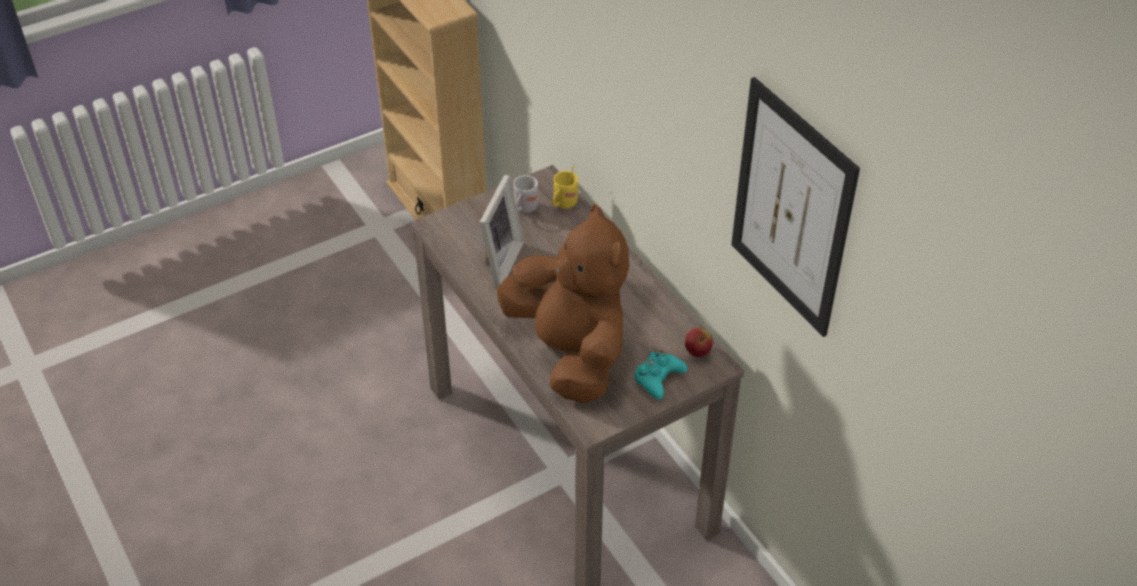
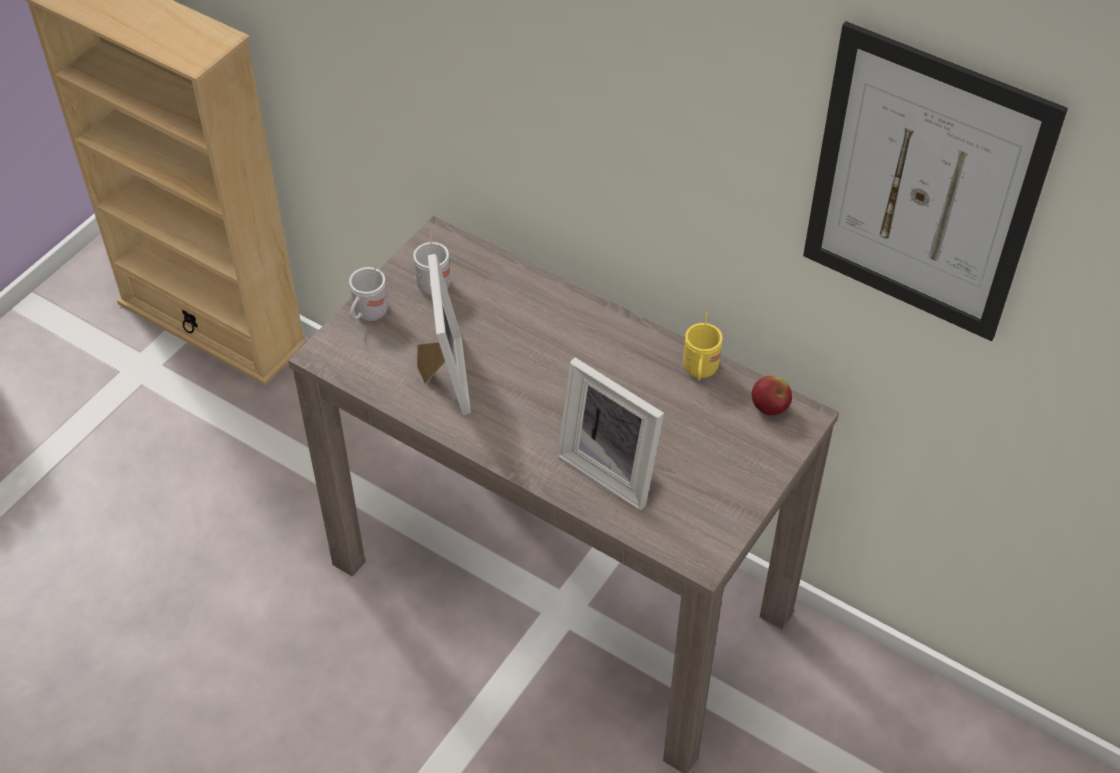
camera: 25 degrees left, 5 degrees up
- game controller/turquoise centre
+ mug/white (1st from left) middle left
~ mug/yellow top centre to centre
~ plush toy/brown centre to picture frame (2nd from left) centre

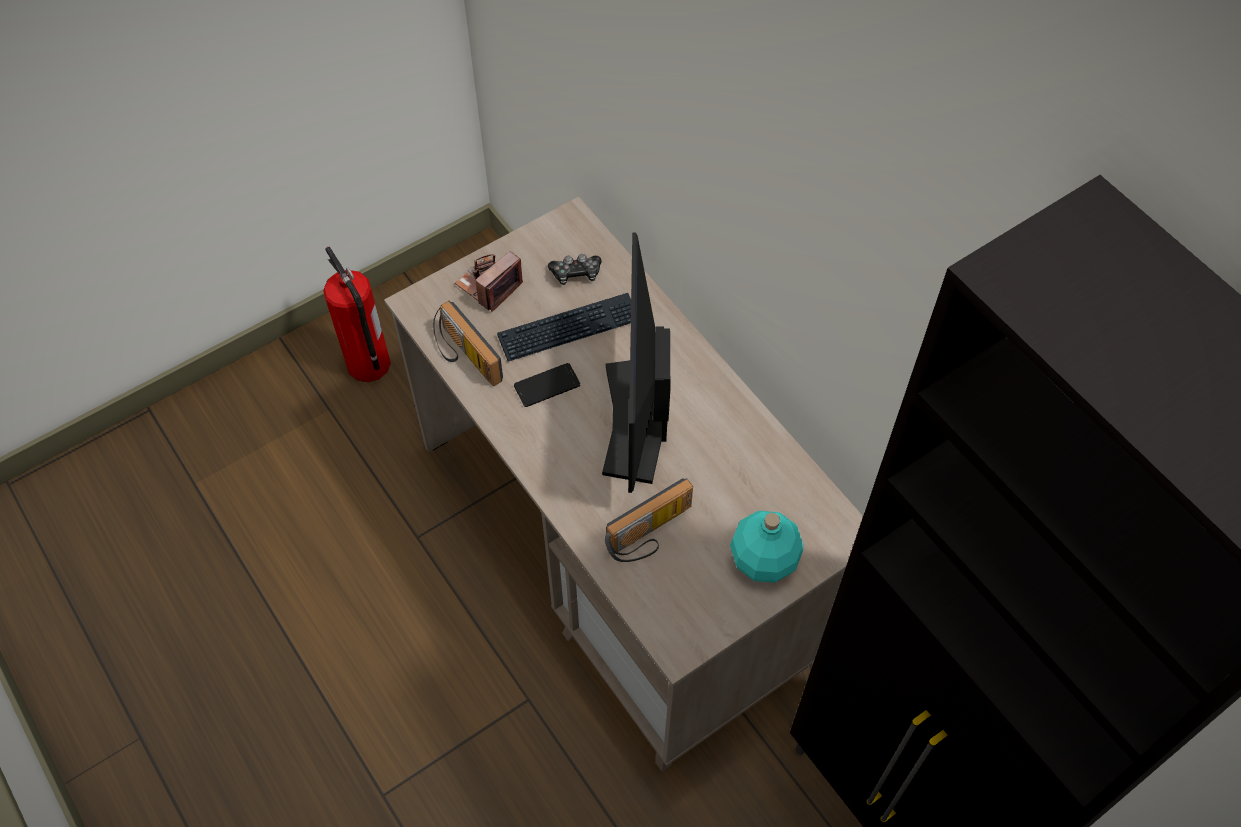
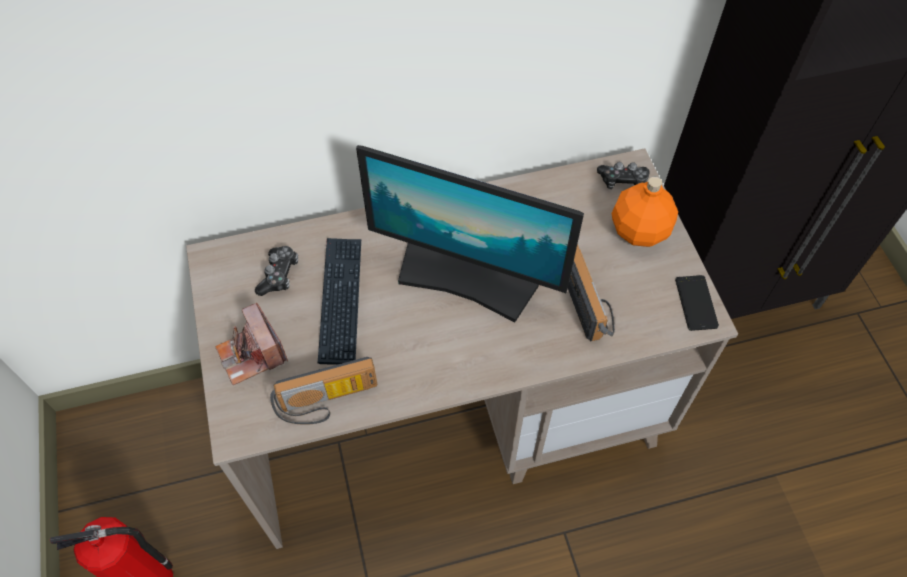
camera: 70 degrees left, 0 degrees up
+ game controller (2nd from left) top right
~ phone centre to middle right
~ bottle/turquoise centre to bottle/orange middle right

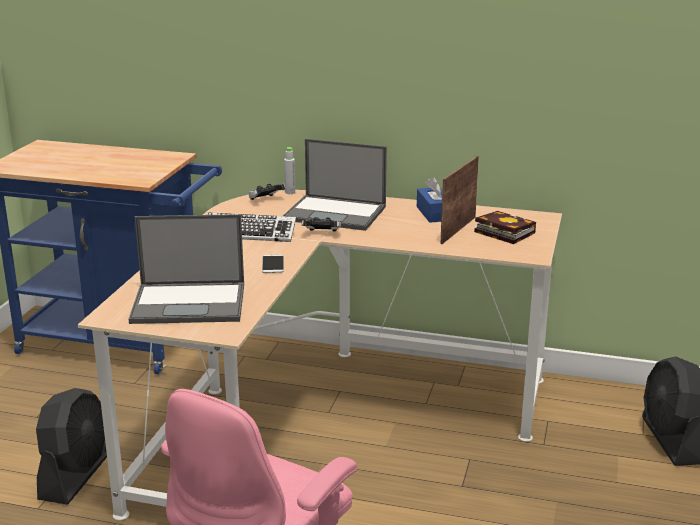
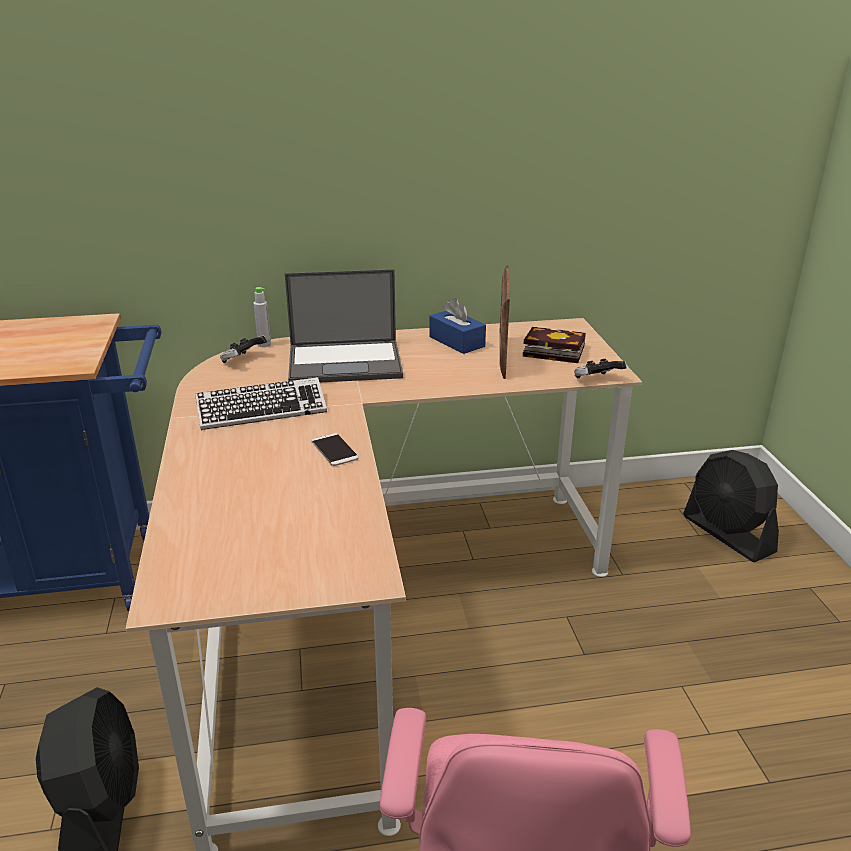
camera: 25 degrees left, 5 degrees up
- laptop (1st from left) middle left
~ game controller (2nd from left) centre to middle right

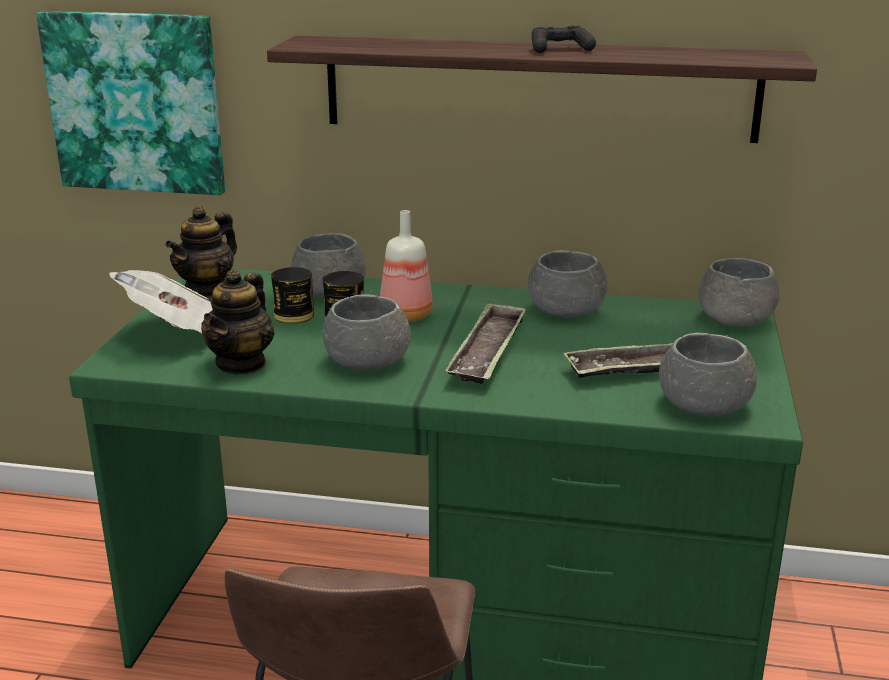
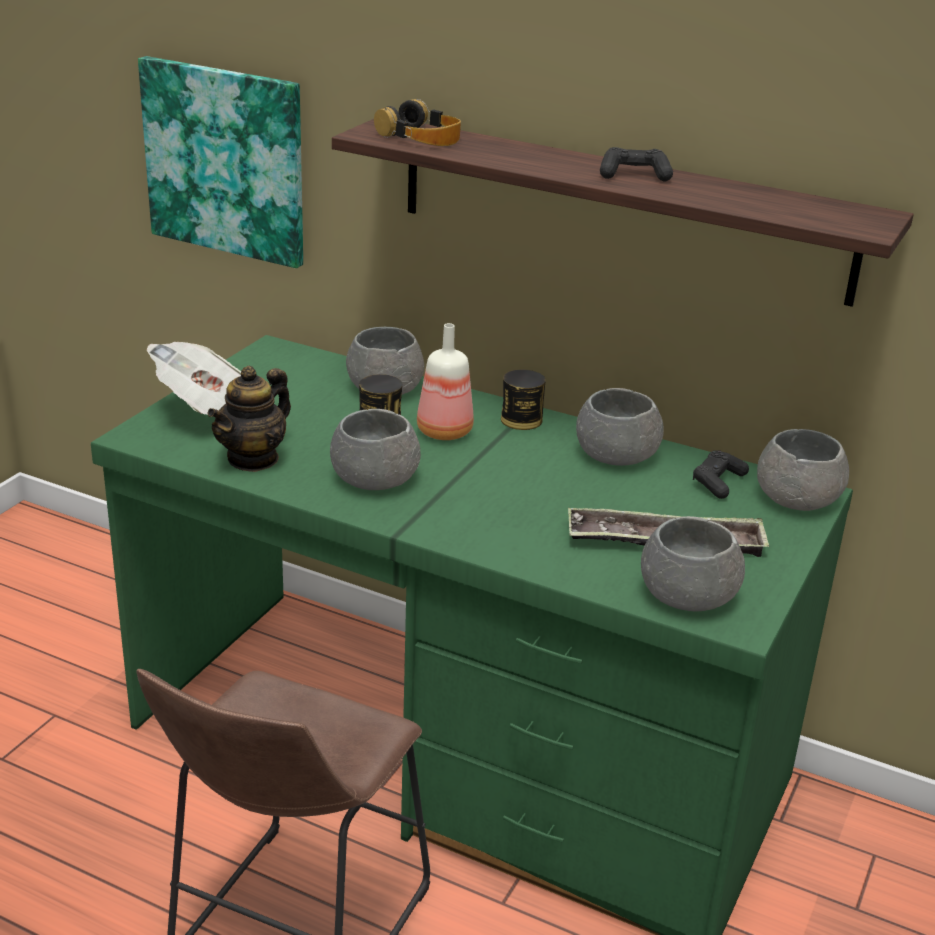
camera: 15 degrees right, 5 degrees up
- teapot (1st from left) middle left
- tray (1st from left) centre
+ headphones top centre
+ game controller/black (2nd from left) middle right
~ can (1st from left in the first image) middle left to can (2nd from left) centre

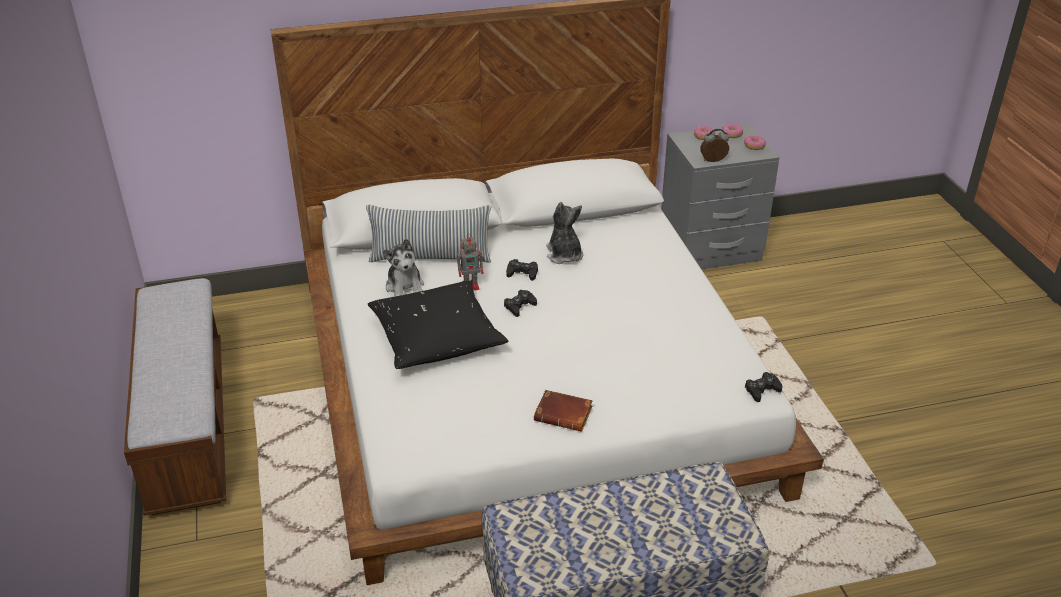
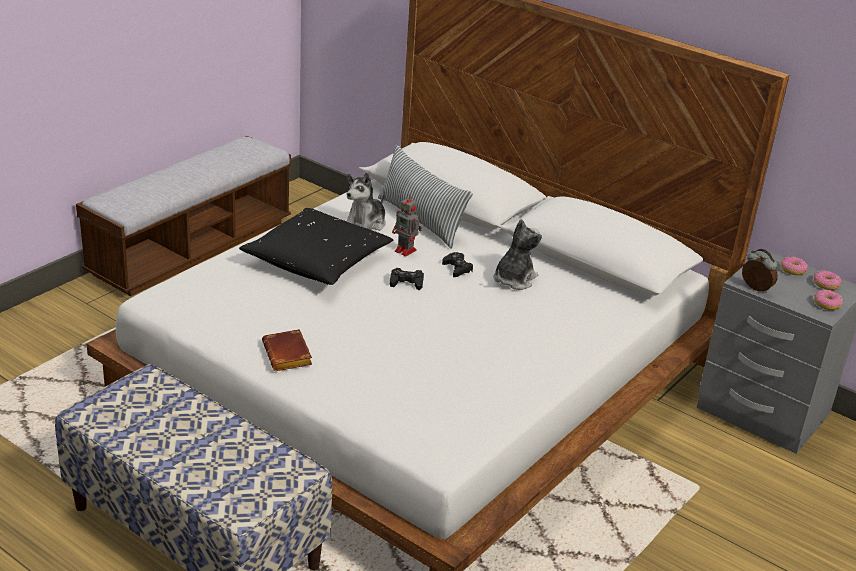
camera: 50 degrees right, 5 degrees down
- game controller/black (3rd from left) middle right

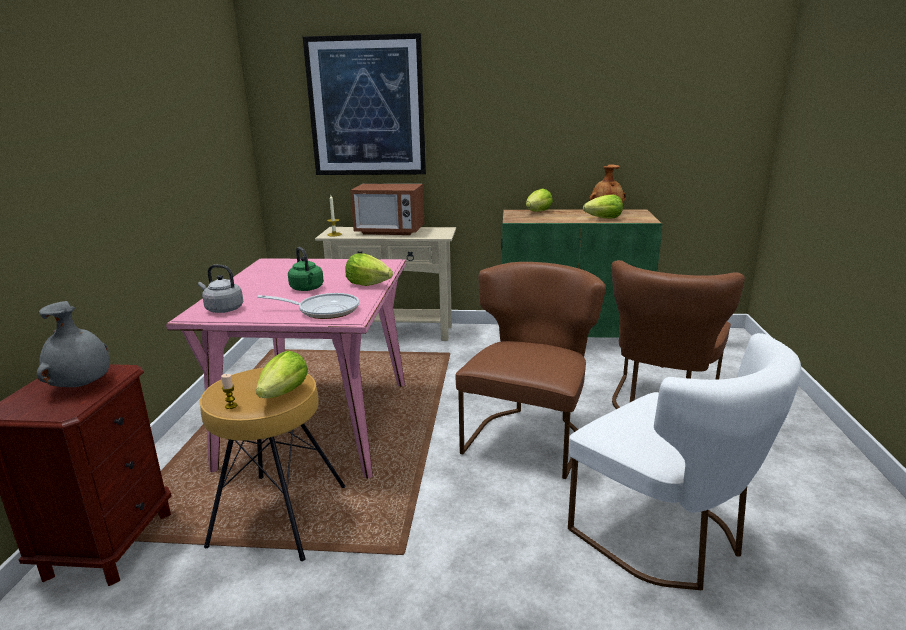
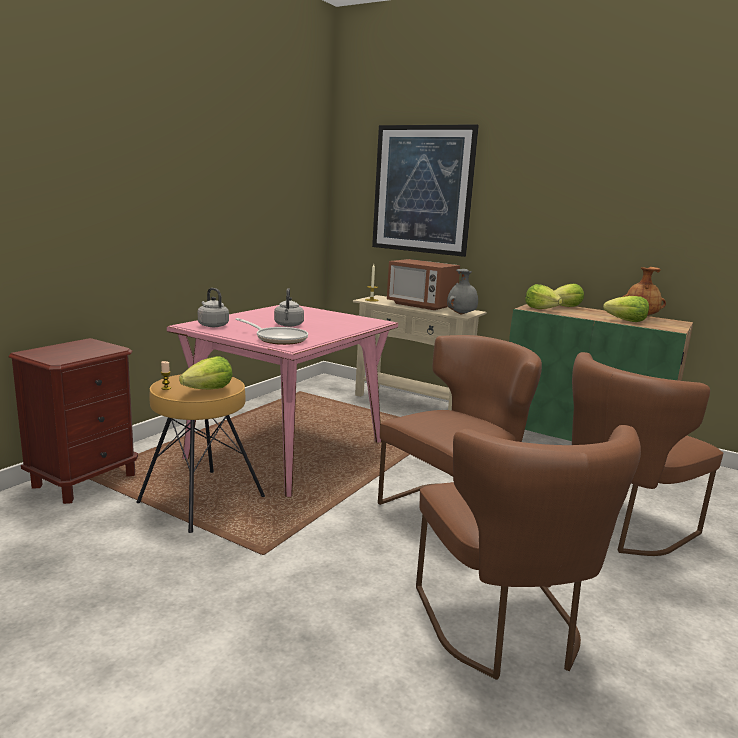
camera: 25 degrees right, 5 degrees down
~ vase/grey middle left to centre
~ lettuce (2nd from left) centre to middle right
~ kettle/green centre to kettle/grey (2nd from left) centre
~ chair/white bottom right to chair/brown (2nd from left) bottom right

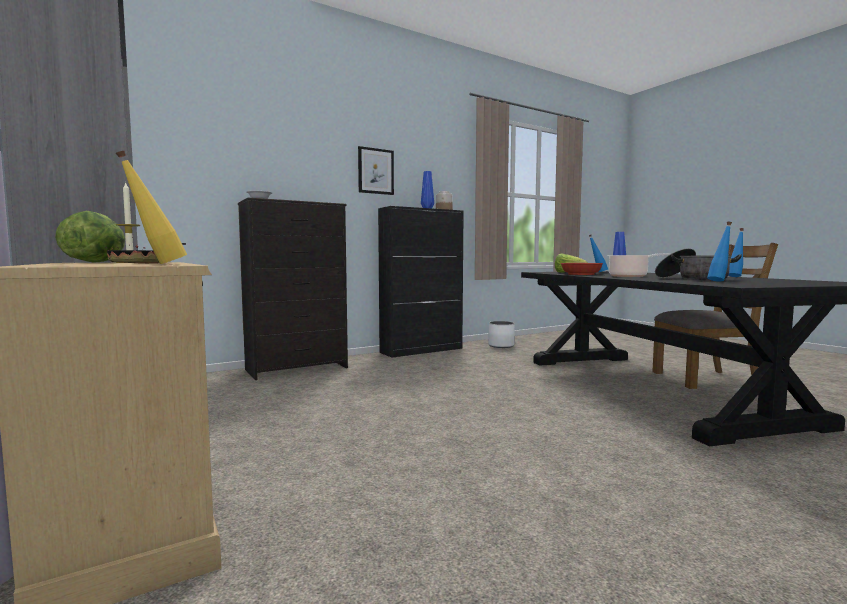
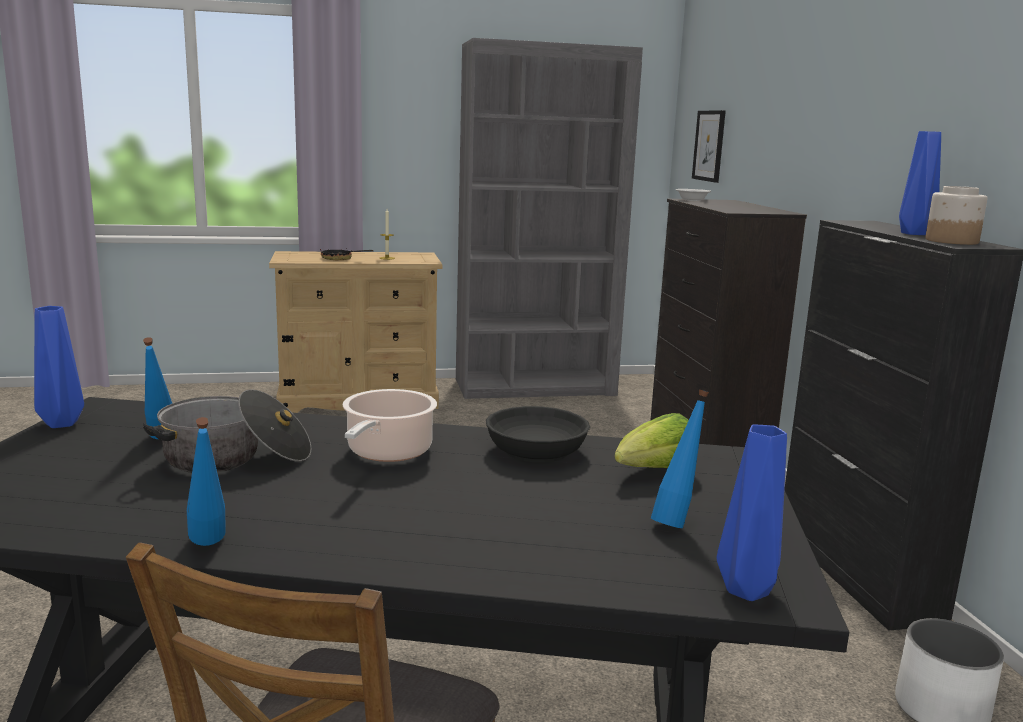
camera: 110 degrees right, 10 degrees up
- lettuce (1st from left) middle left
- bottle/yellow middle left
+ vase/blue (1st from left) middle left
~ picture top centre to top right
~ bowl/red middle right to bowl/black centre

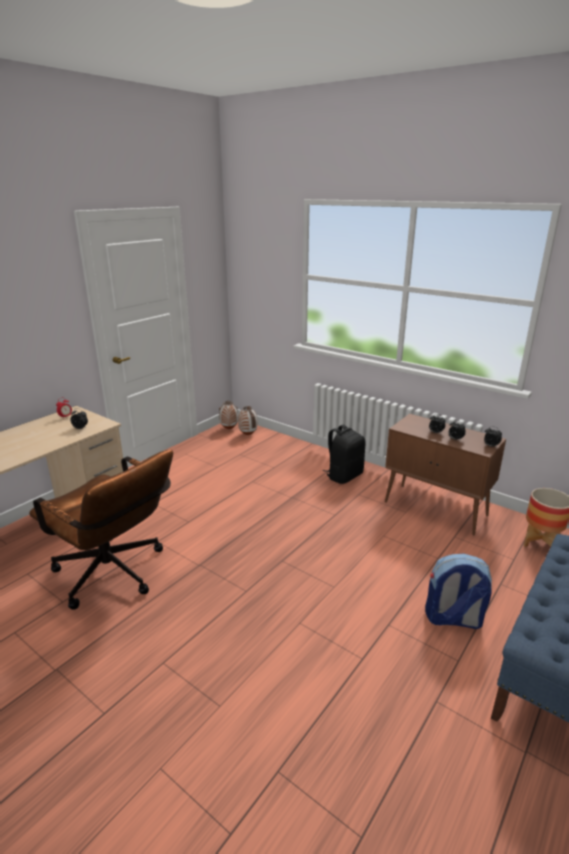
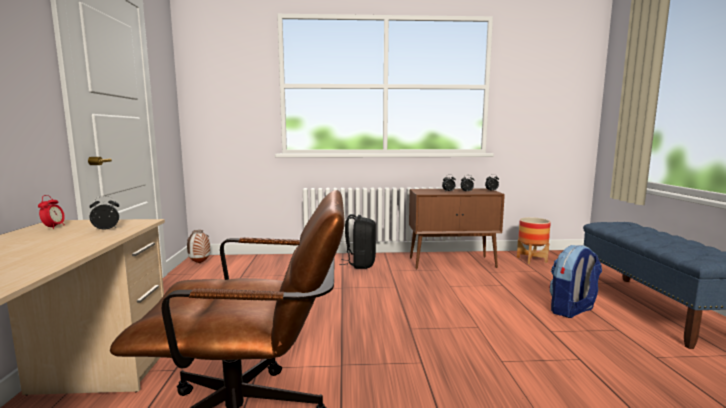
camera: 40 degrees left, 15 degrees down
- vase (2nd from left) centre

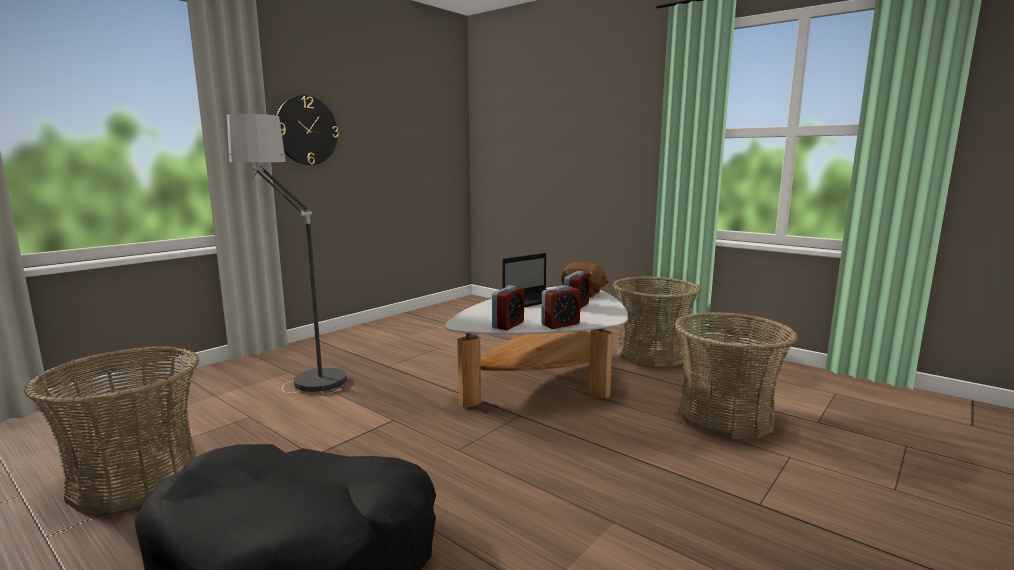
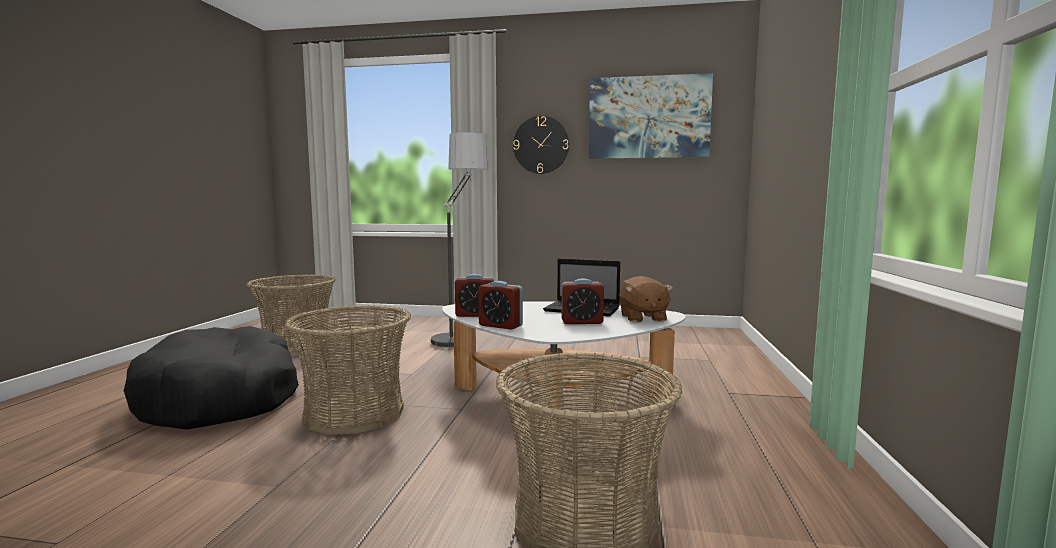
camera: 60 degrees right, 5 degrees down
+ picture top centre
~ basket (2nd from left) centre to bottom left

